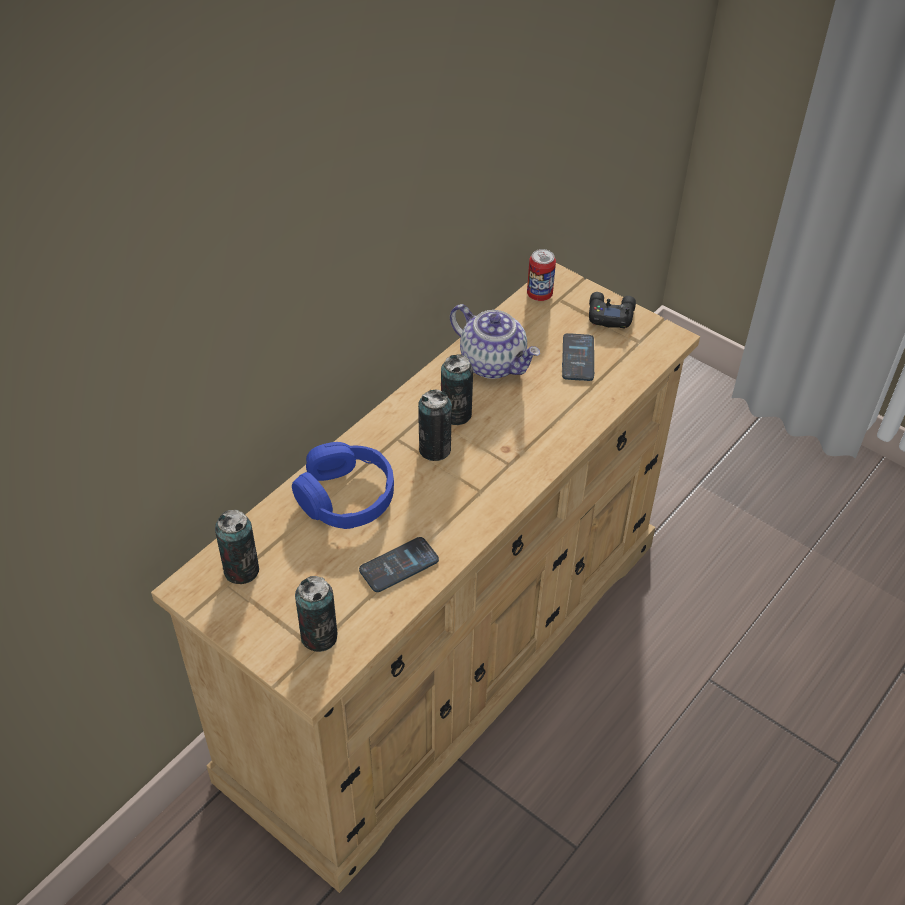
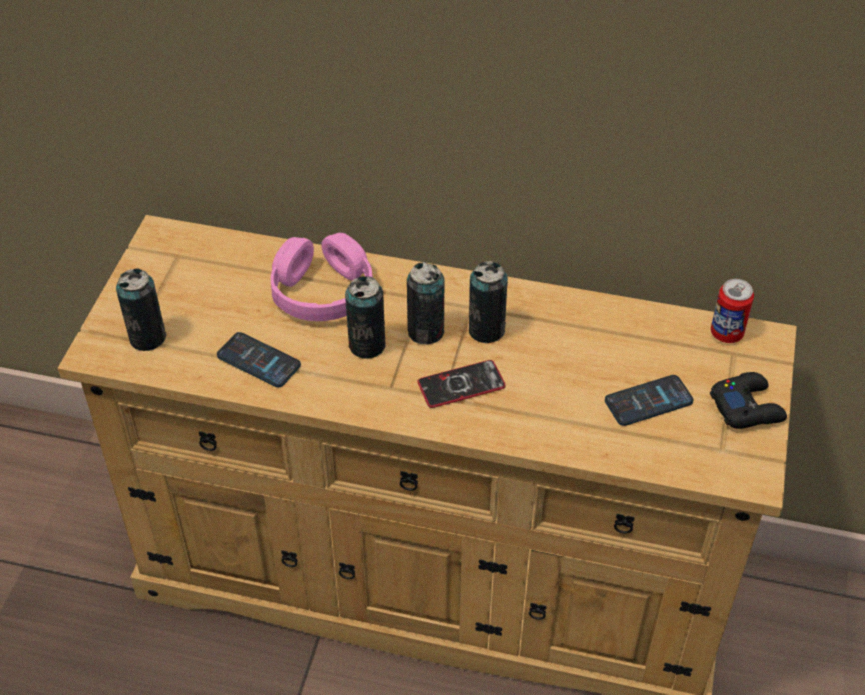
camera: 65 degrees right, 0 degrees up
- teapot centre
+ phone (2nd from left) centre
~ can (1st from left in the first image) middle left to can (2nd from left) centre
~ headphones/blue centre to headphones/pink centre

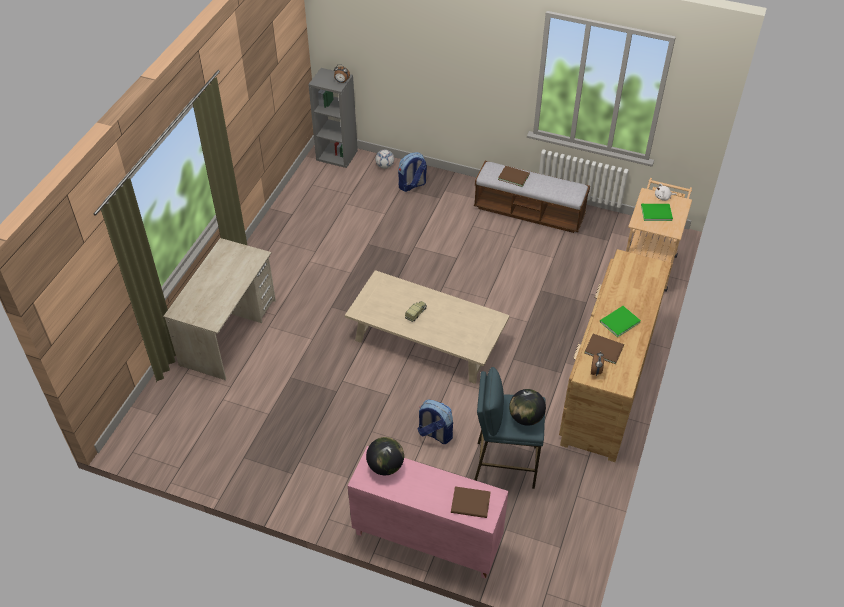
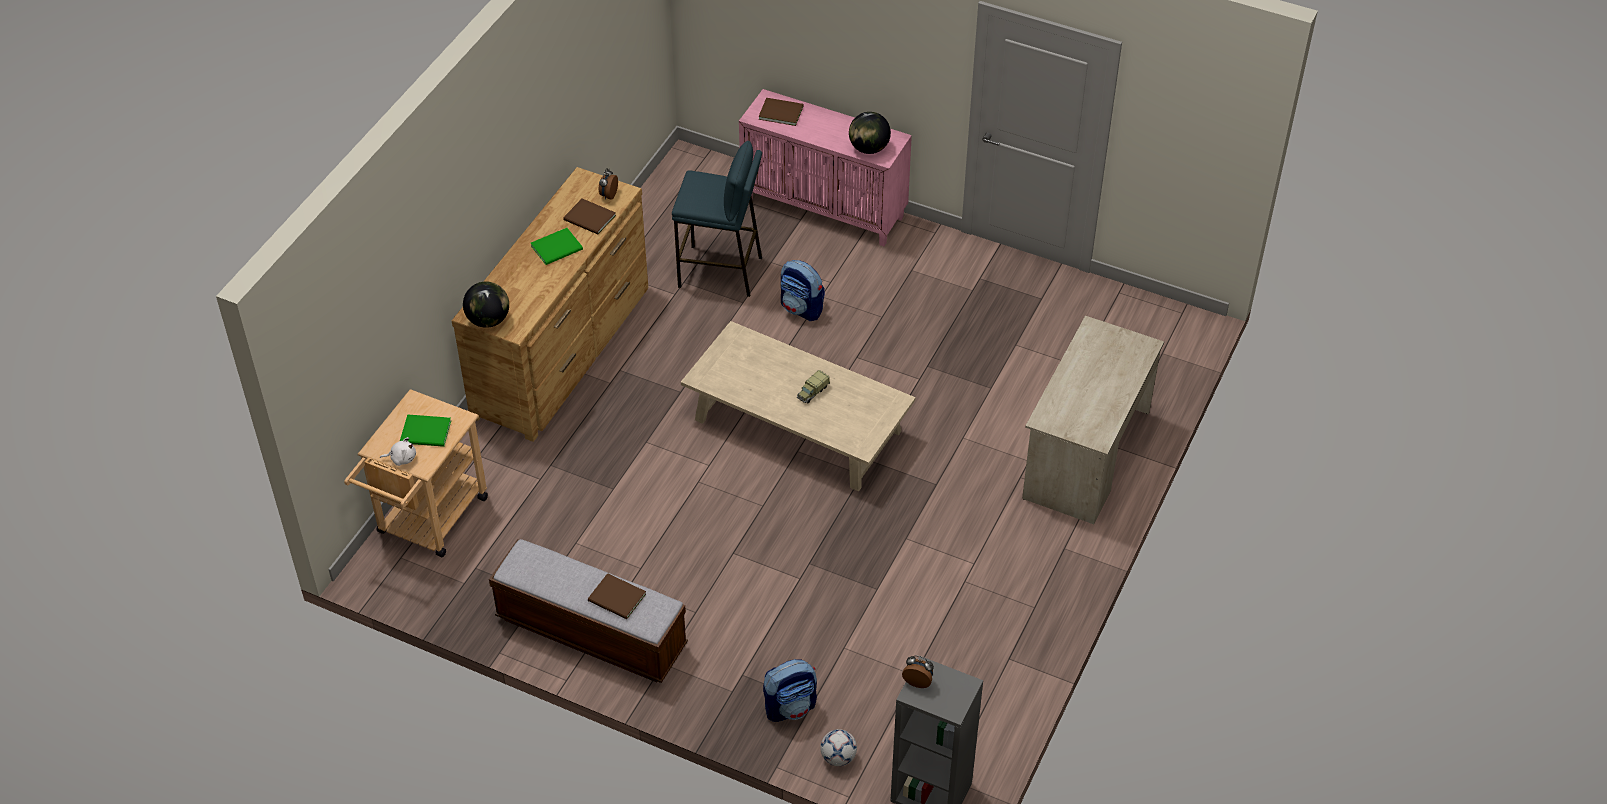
camera: 175 degrees left, 0 degrees up
~ globe (2nd from left in the first image) bottom centre to globe (1st from left) middle left

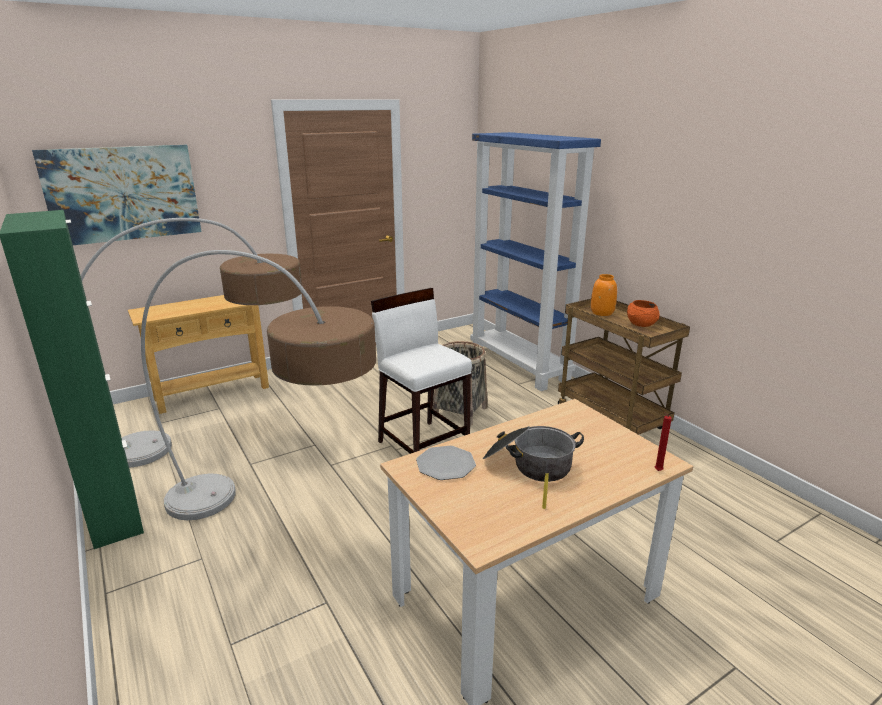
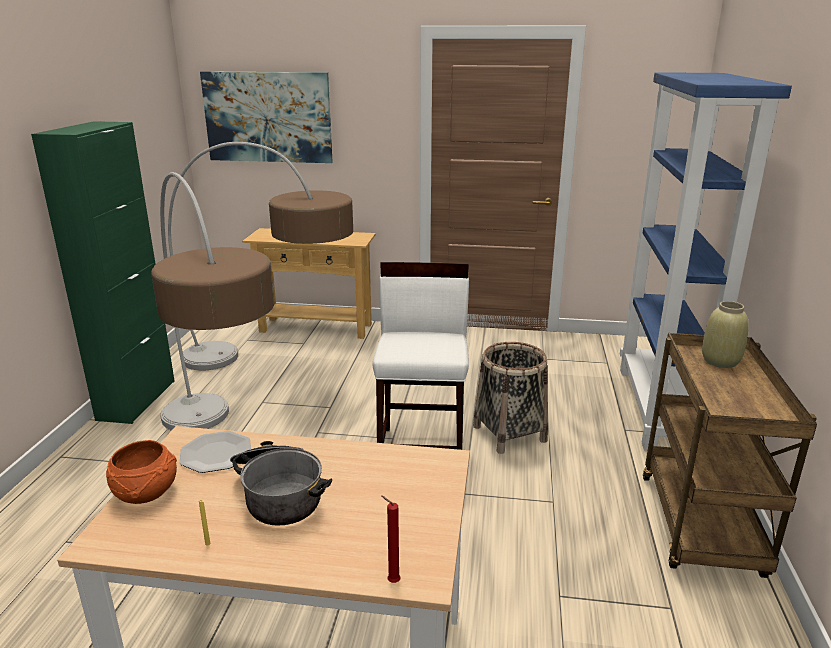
camera: 40 degrees right, 0 degrees up
~ bowl/orange middle right to bottom left
~ vase/orange middle right to vase/beige middle right

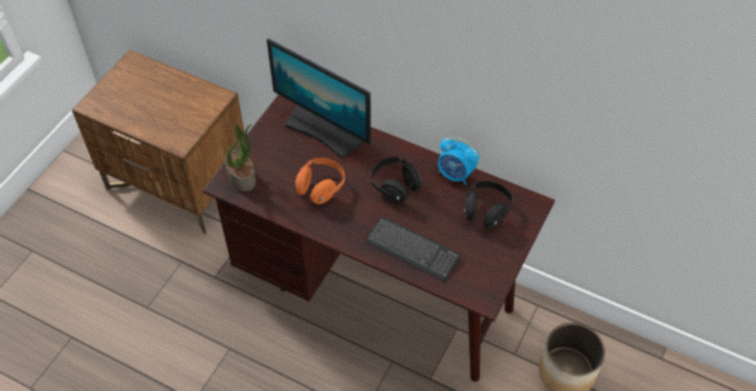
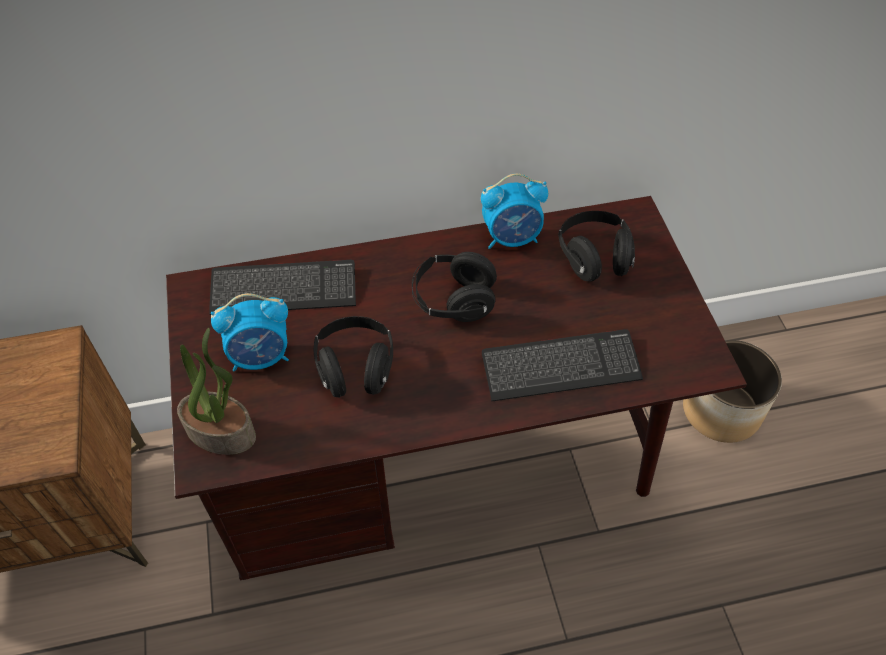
camera: 40 degrees left, 0 degrees up
+ alarm clock (1st from left) middle left
~ monitor top centre to keyboard (1st from left) middle left
~ headphones/orange centre to headphones/black (1st from left) centre

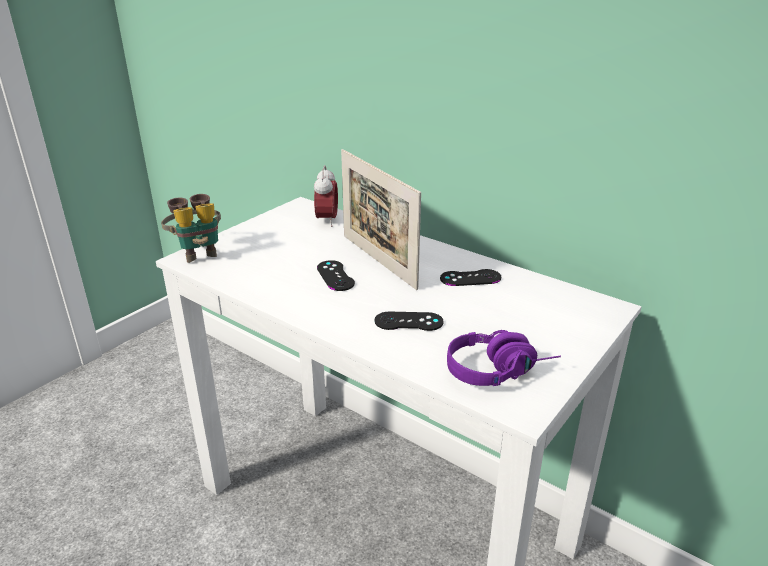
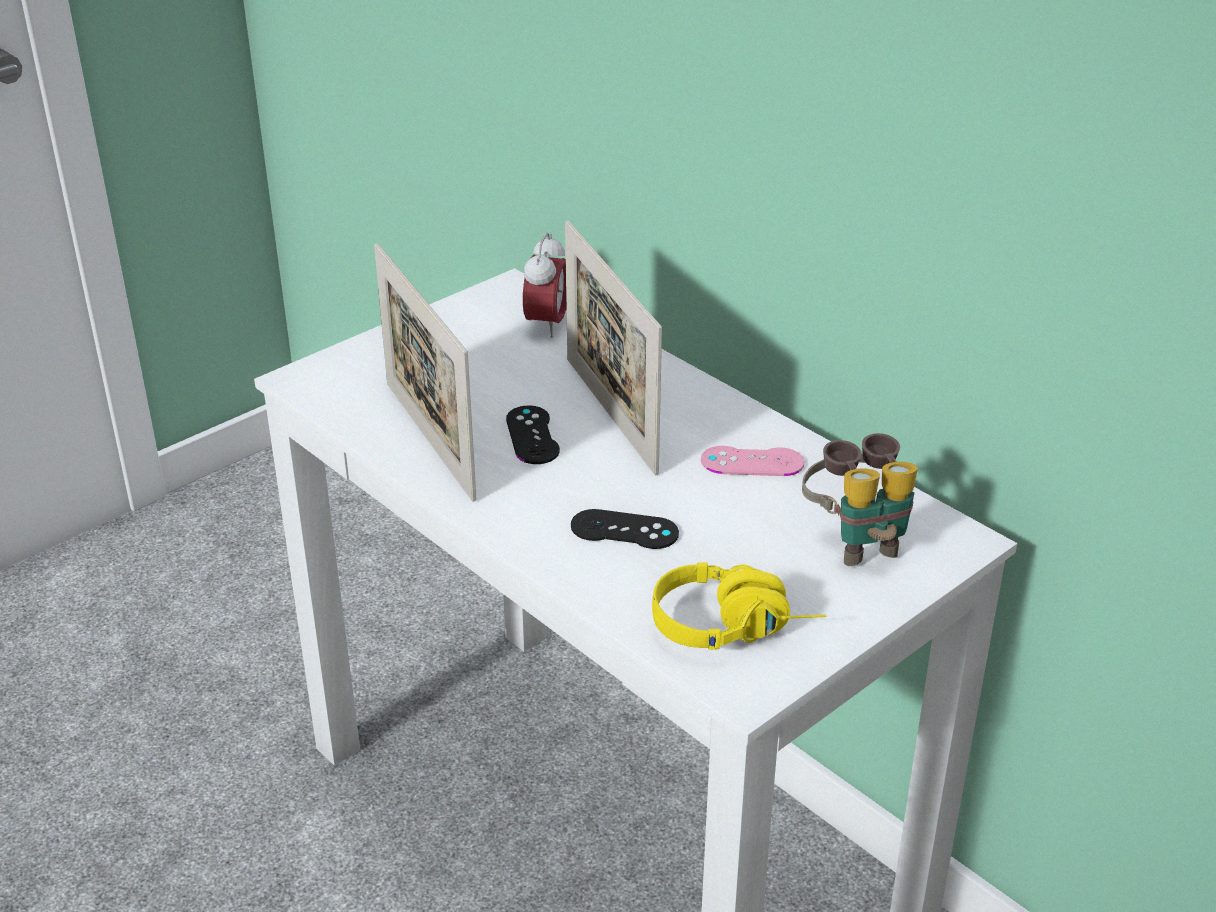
camera: 10 degrees right, 5 degrees up
+ picture frame (1st from left) centre
~ binoculars middle left to middle right
~ game controller/black (3rd from left) centre to game controller/pink centre
~ headphones/purple centre to headphones/yellow centre

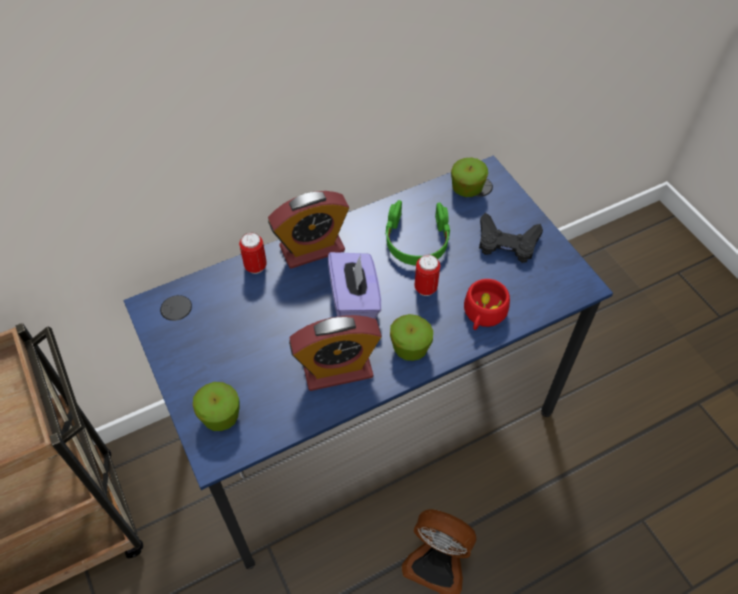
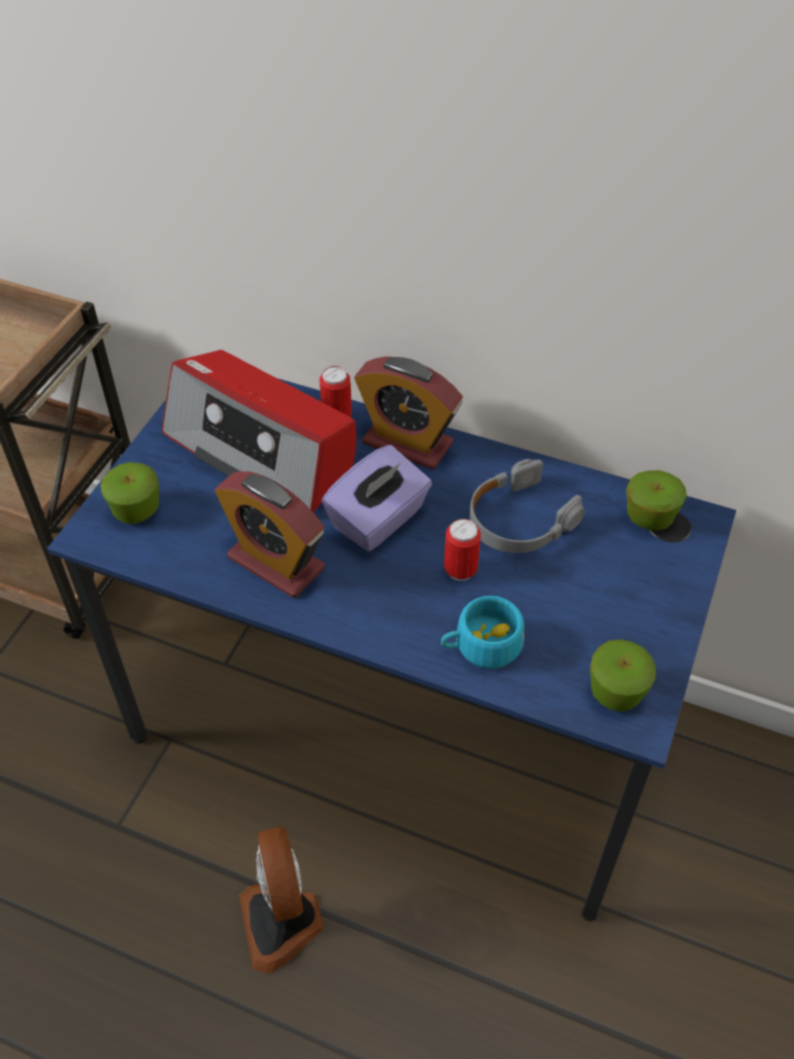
camera: 50 degrees right, 5 degrees down
- game controller/black middle right
+ radio middle left
~ apple (2nd from left) centre to middle right
~ headphones/green centre to headphones/grey centre
~ cup/red centre to cup/turquoise centre

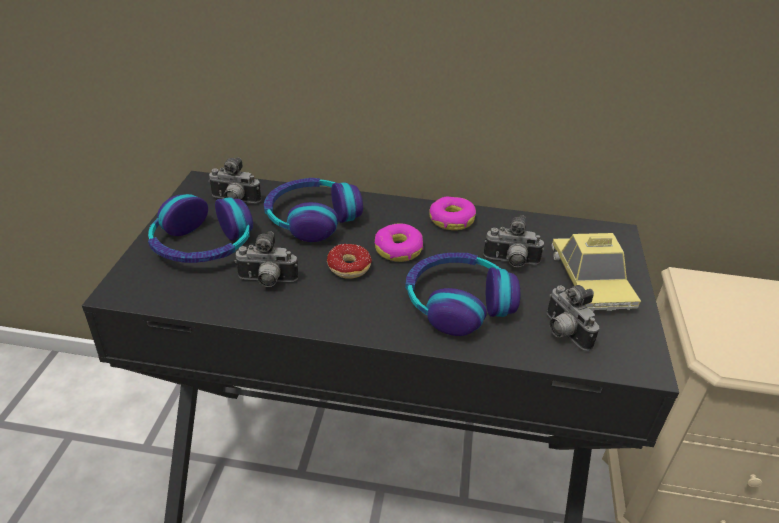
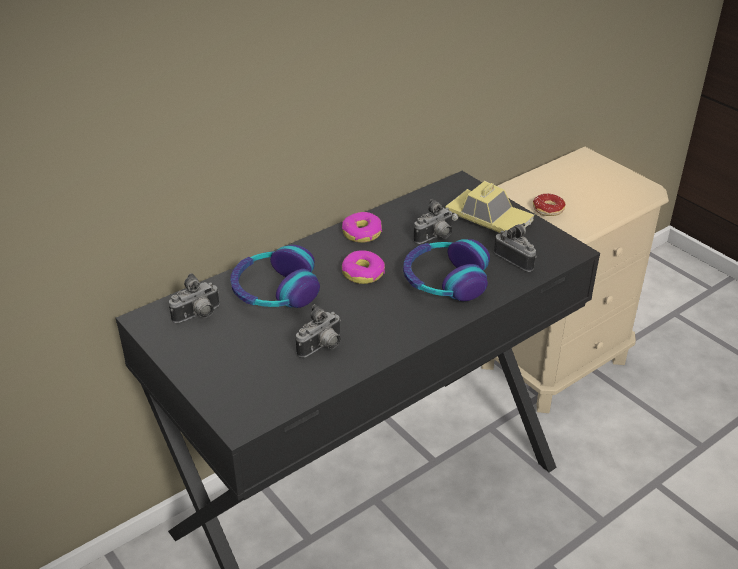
camera: 45 degrees left, 0 degrees up
- headphones (1st from left) middle left
~ donut (1st from left in the first image) centre to donut (3rd from left) middle right
~ photo camera (4th from left) middle right = middle right 150 degrees counterclockwise

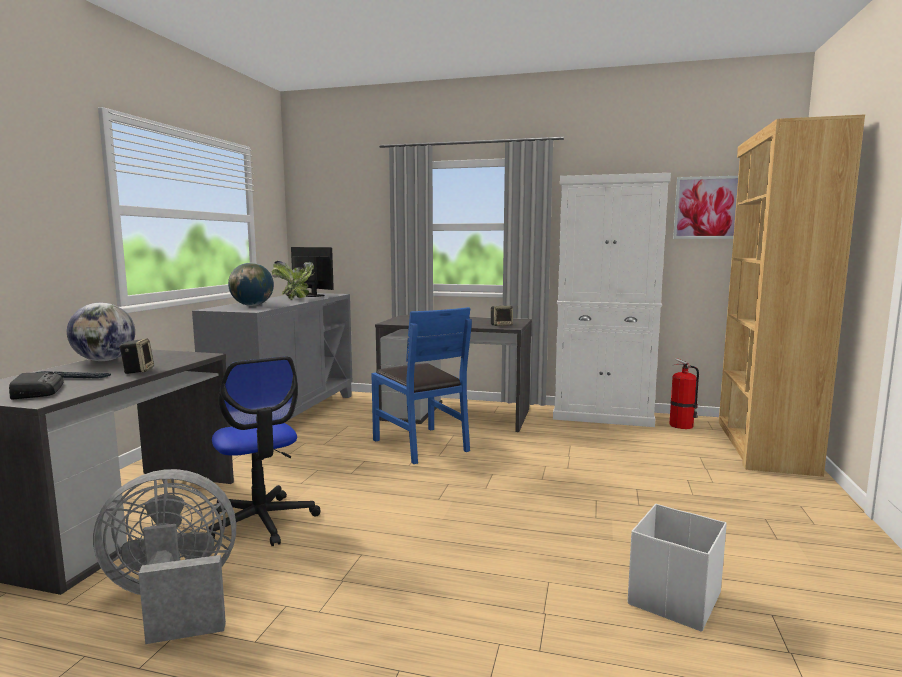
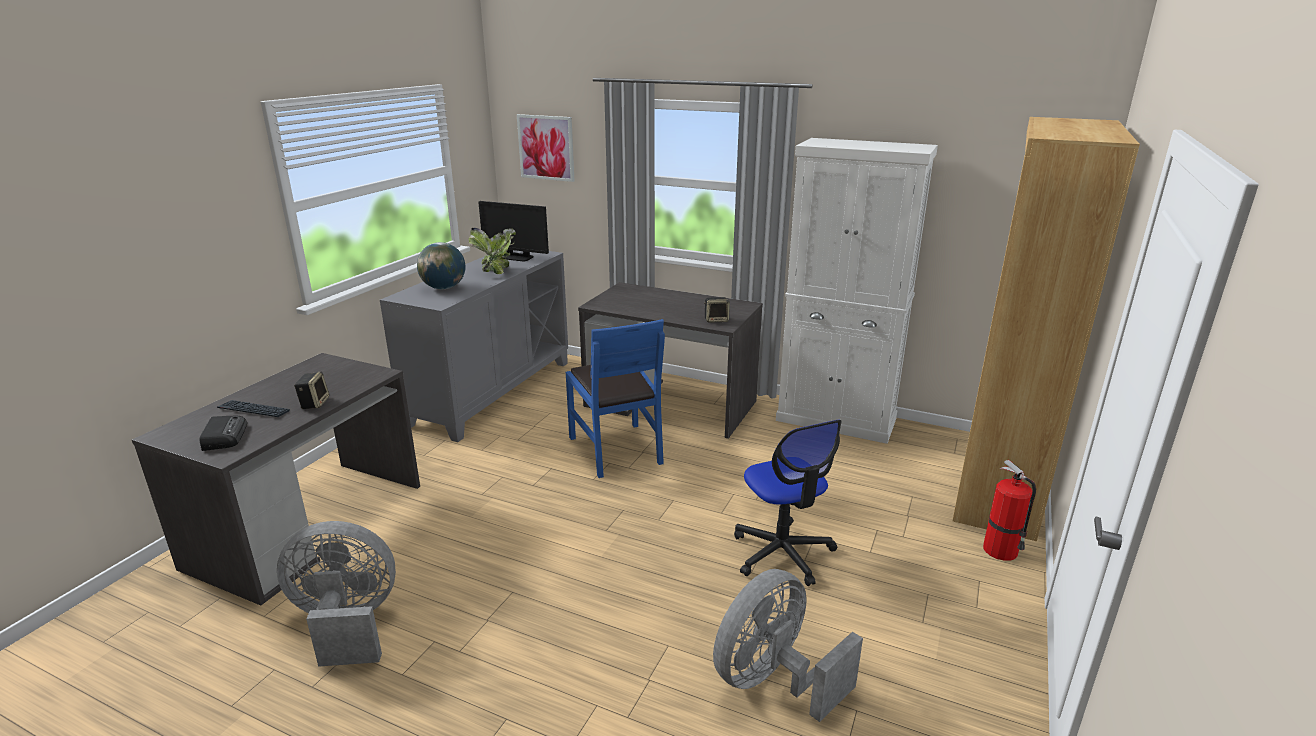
camera: 10 degrees right, 15 degrees up
- globe (1st from left) middle left
~ office chair middle left to bottom centre
~ fire extinguisher middle right to bottom right
~ picture top right to top centre
~ storage box/white bottom right to fan/grey (2nd from left) bottom centre
~ monitor centre = top centre 150 degrees clockwise

